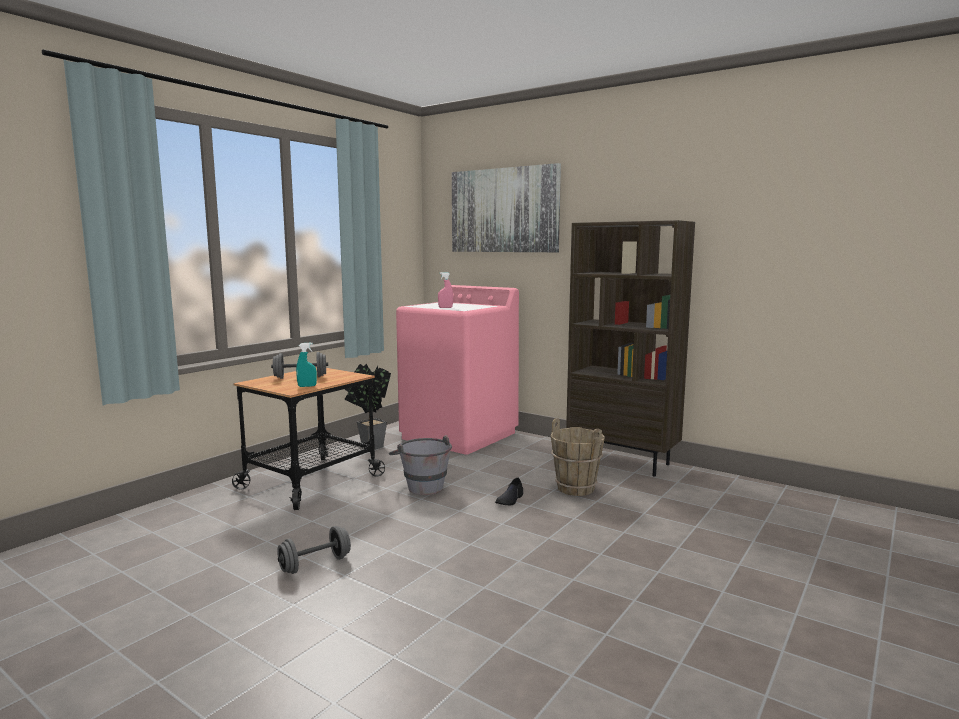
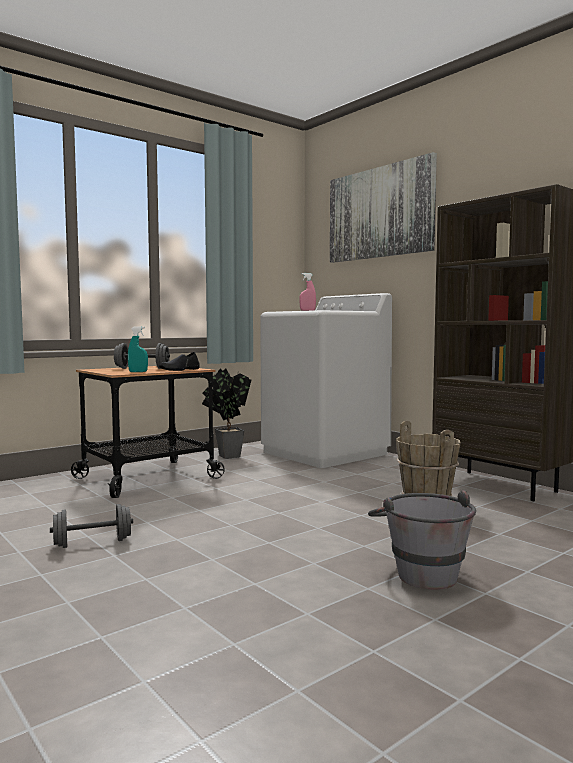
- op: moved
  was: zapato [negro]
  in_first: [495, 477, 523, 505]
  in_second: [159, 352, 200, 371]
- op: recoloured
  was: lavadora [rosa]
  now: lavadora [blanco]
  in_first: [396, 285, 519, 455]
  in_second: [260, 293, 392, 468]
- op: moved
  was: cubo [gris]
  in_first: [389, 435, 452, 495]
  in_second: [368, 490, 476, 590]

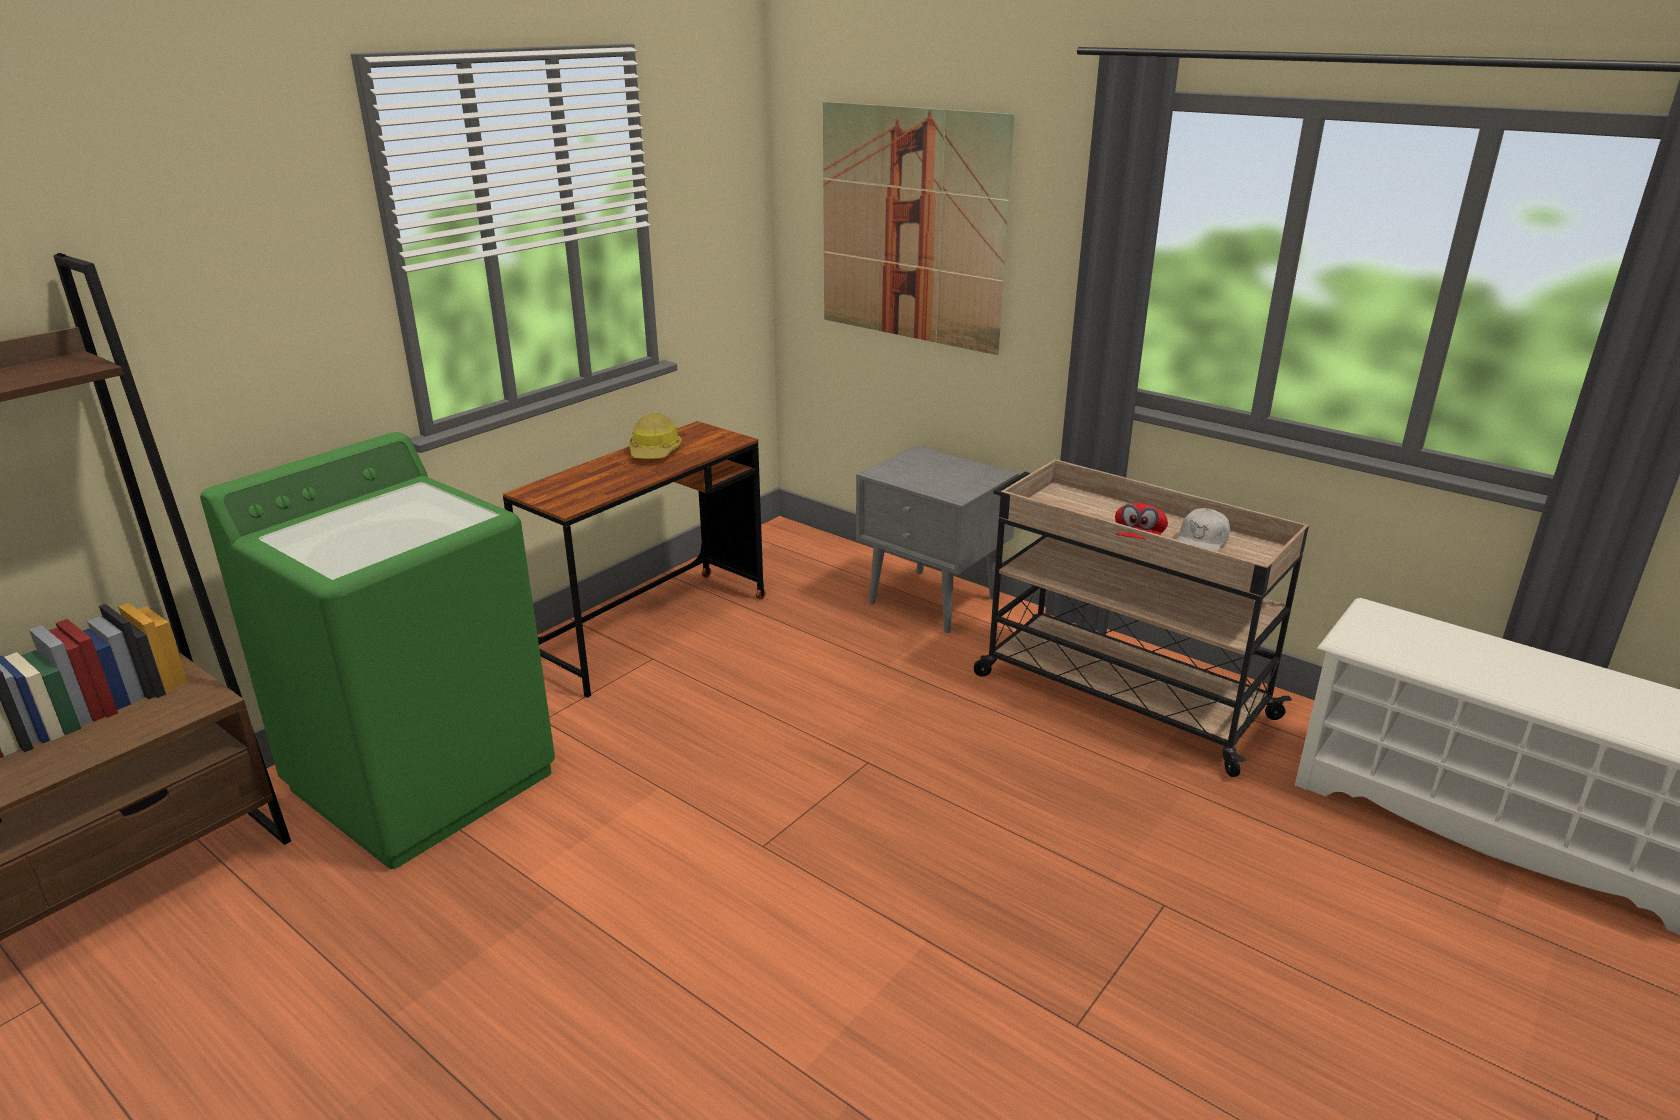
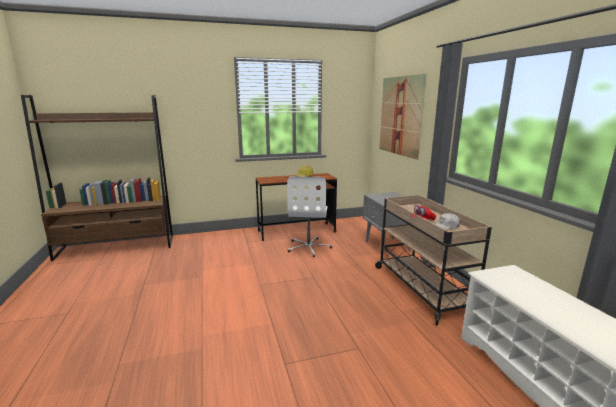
- op: added
  now: silla de oficina [blanco]
  in_second: [287, 176, 332, 257]
- op: removed
  was: lavadora [verde]
  in_first: [200, 432, 555, 869]

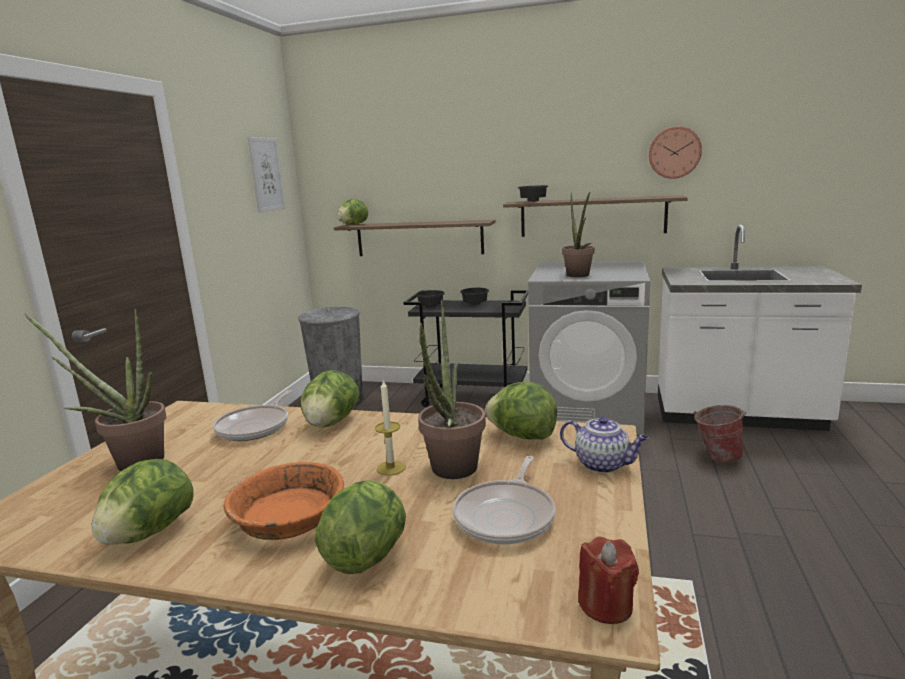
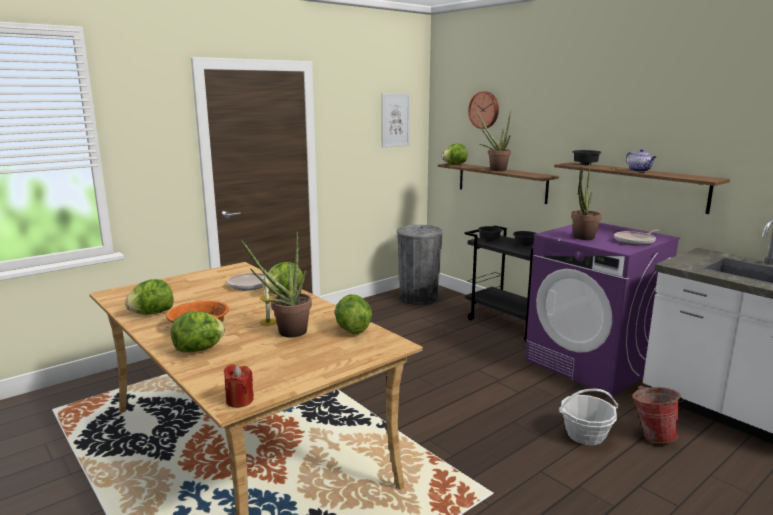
- op: moved
  was: reloj de pared
  in_first: [648, 126, 702, 179]
  in_second: [468, 91, 499, 129]
- op: moved
  was: planta en maceta
  in_first: [24, 309, 166, 471]
  in_second: [475, 109, 511, 171]
- op: recoloured
  was: lavadora [gris]
  now: lavadora [morado]
  in_first: [528, 261, 650, 435]
  in_second: [525, 222, 680, 397]
- op: added
  now: cesta
  in_second: [559, 389, 618, 445]
- op: moved
  was: sartén
  in_first: [453, 456, 556, 544]
  in_second: [614, 230, 660, 245]
- op: moved
  was: tetera
  in_first: [560, 416, 649, 473]
  in_second: [626, 149, 657, 172]

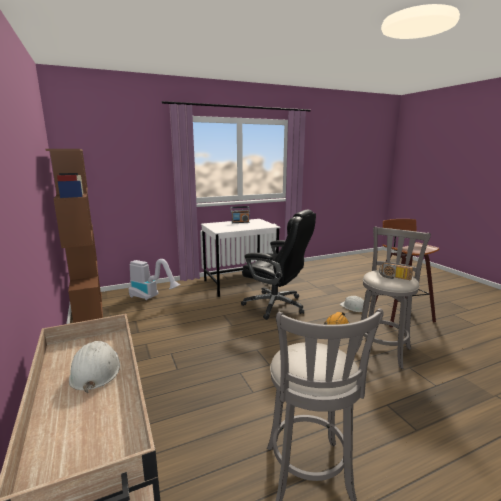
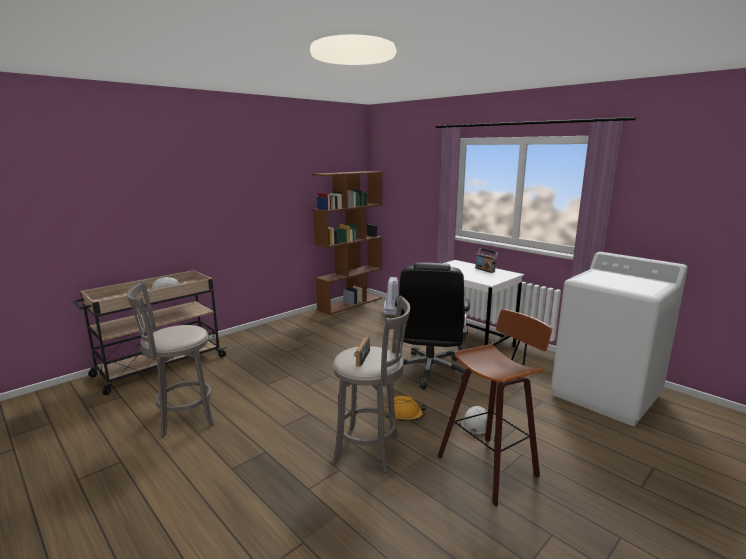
- op: added
  now: lavadora [blanco]
  in_second: [551, 252, 688, 426]

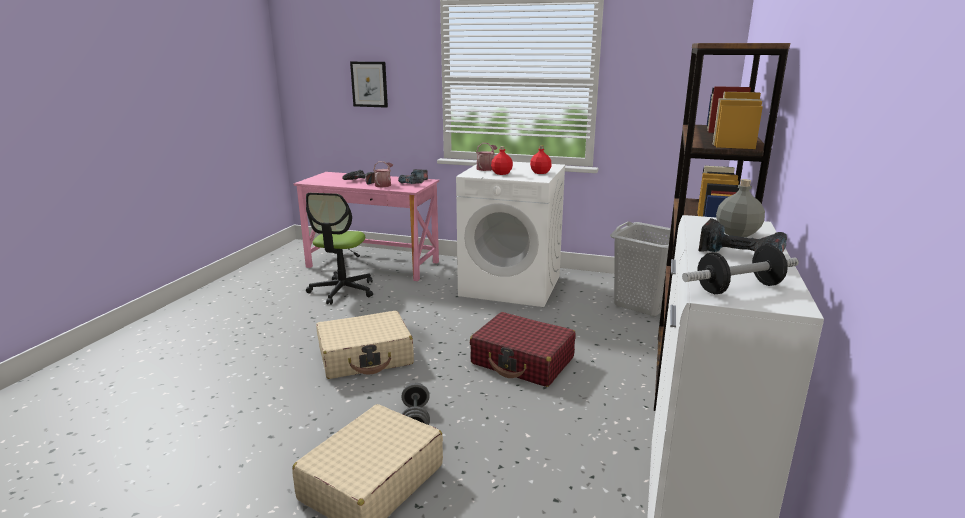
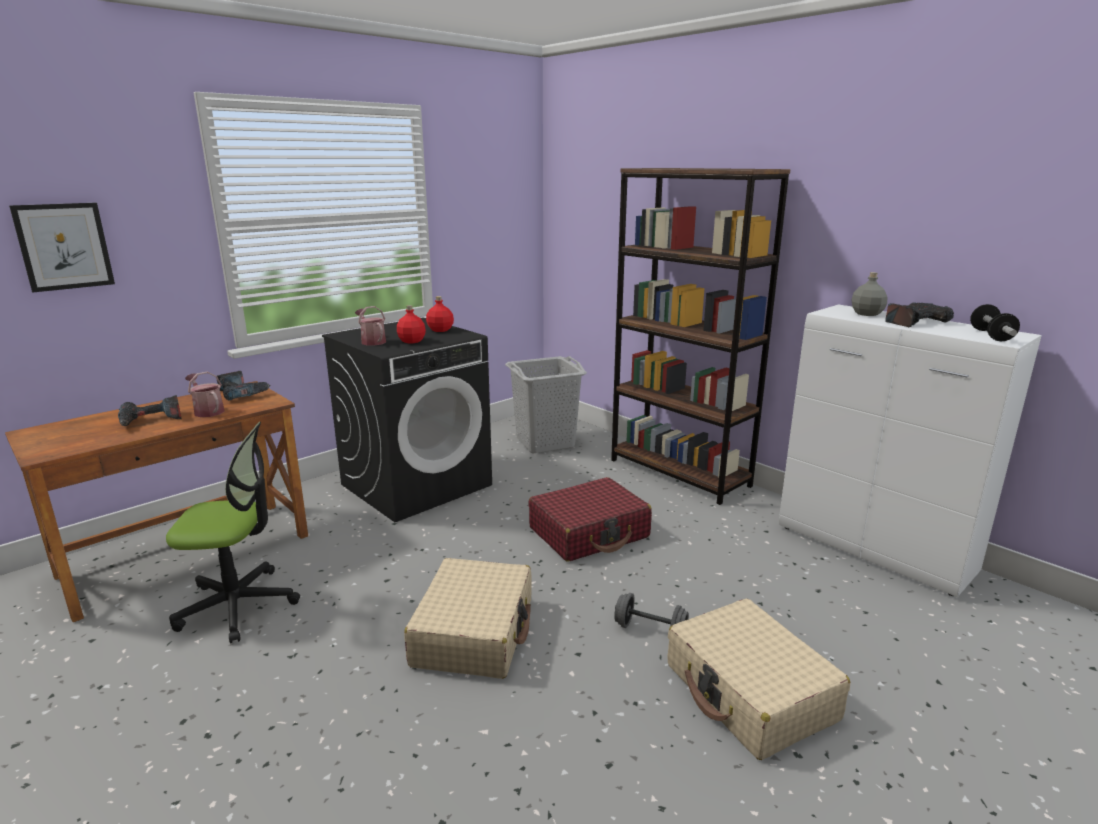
- op: recoloured
  was: escritorio [rosa]
  now: escritorio [marrón]
  in_first: [293, 172, 439, 281]
  in_second: [5, 381, 308, 622]
- op: turned
  was: silla de oficina
  in_first: [306, 193, 373, 304]
  in_second: [166, 422, 300, 643]
  clockwise: -45
- op: recoloured
  was: lavadora [blanco]
  now: lavadora [negro]
  in_first: [456, 162, 566, 307]
  in_second: [322, 317, 492, 522]

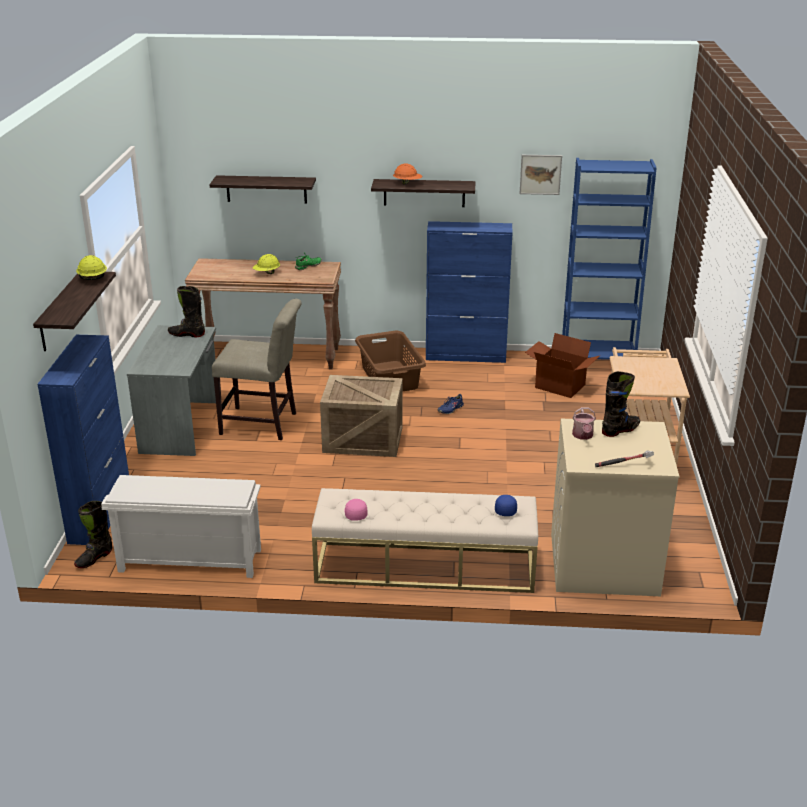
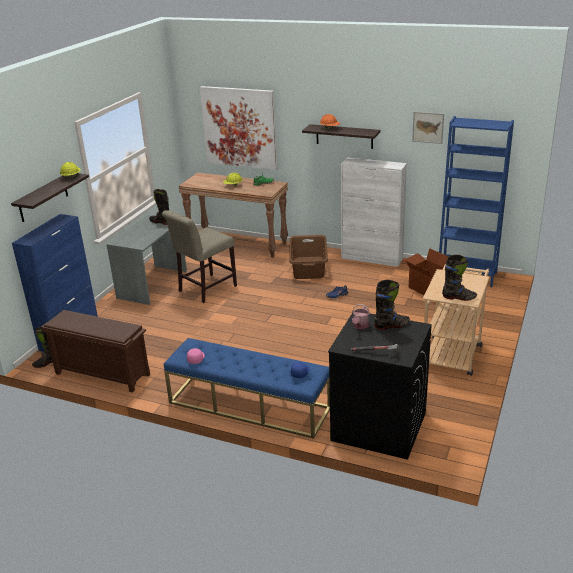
- op: recoloured
  was: zapatero [blanco]
  now: zapatero [marrón]
  in_first: [101, 475, 261, 578]
  in_second: [41, 310, 150, 393]
- op: turned
  was: silla [beis]
  in_first: [212, 299, 302, 440]
  in_second: [162, 210, 237, 303]
  clockwise: 105
- op: recoloured
  was: banco [beis]
  now: banco [azul]
  in_first: [312, 488, 538, 593]
  in_second: [164, 338, 330, 439]
- op: replaced
  was: estante
  now: cuadro
  in_first: [209, 175, 316, 204]
  in_second: [200, 86, 278, 170]
- op: recoloured
  was: lavadora [beis]
  now: lavadora [negro]
  in_first: [551, 419, 680, 596]
  in_second: [328, 313, 432, 460]
- op: recoloured
  was: armario [azul]
  now: armario [blanco]
  in_first: [426, 221, 513, 363]
  in_second: [341, 158, 407, 267]
- op: added
  now: bota [negro]
  in_second: [442, 255, 477, 301]
- op: removed
  was: caja de embalaje
  in_first: [320, 375, 402, 457]

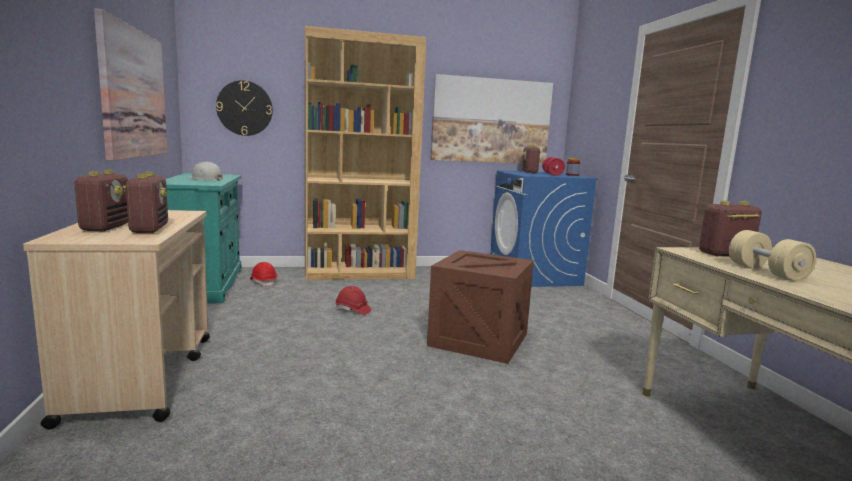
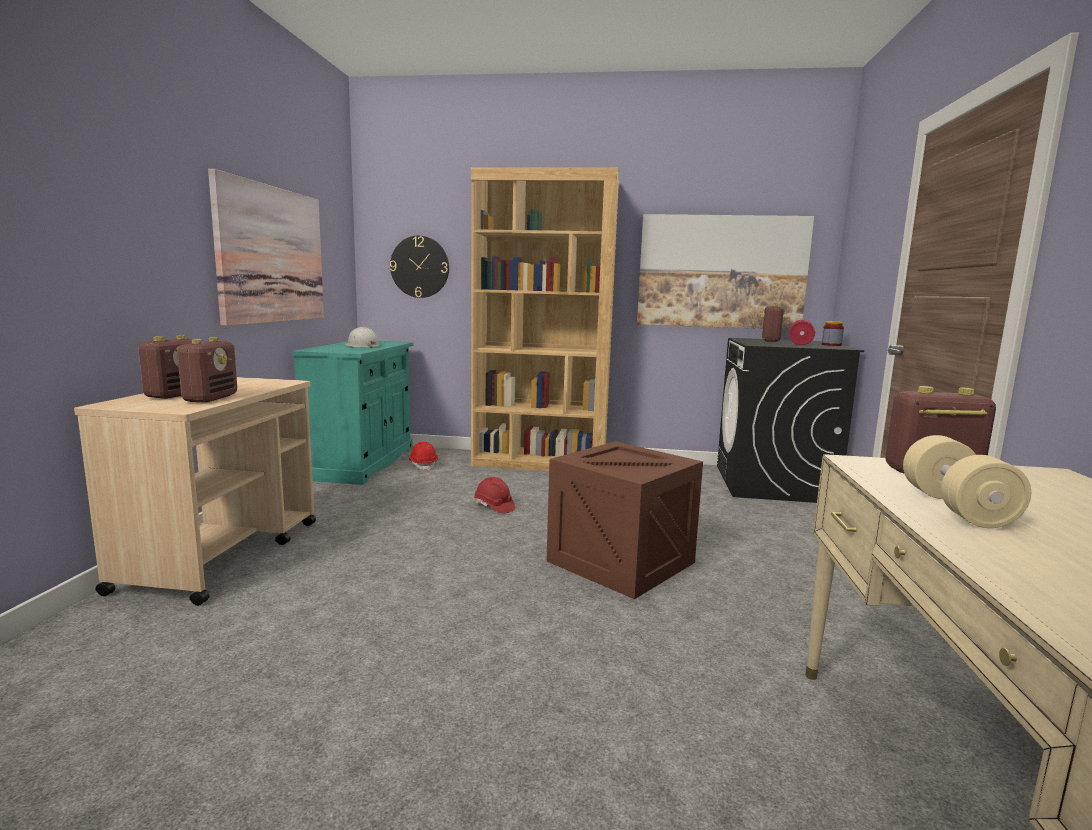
- op: recoloured
  was: lavadora [azul]
  now: lavadora [negro]
  in_first: [491, 170, 599, 287]
  in_second: [717, 338, 864, 503]

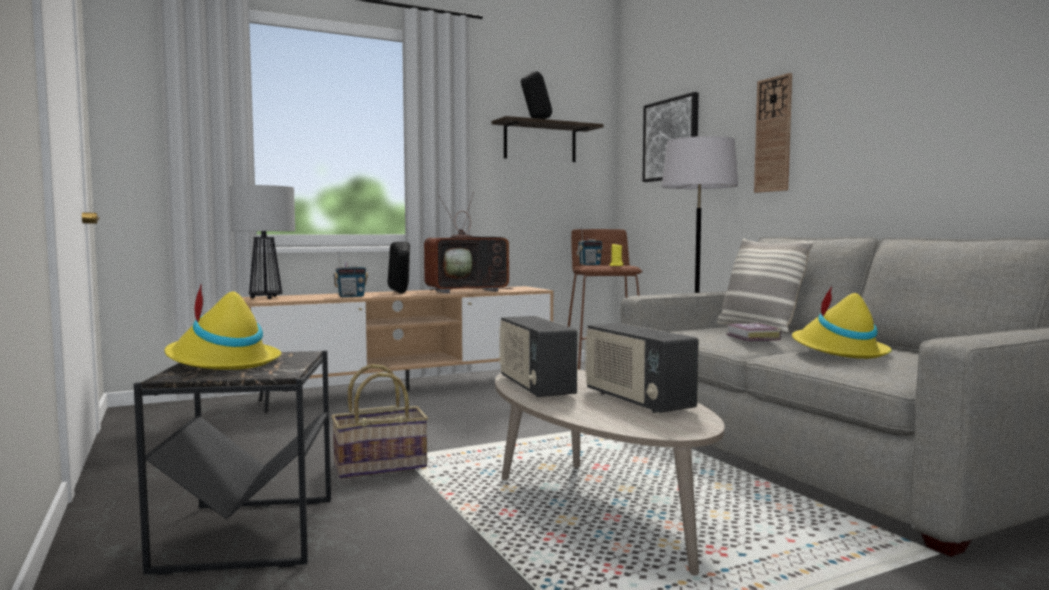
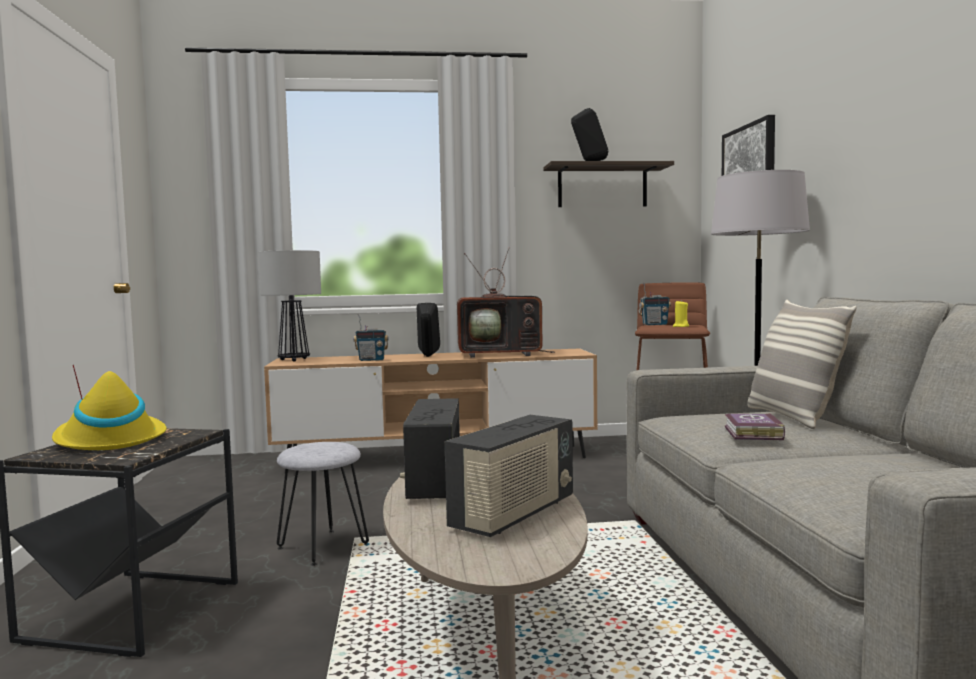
- op: replaced
  was: cesta
  now: taburete [gris]
  in_first: [331, 364, 428, 479]
  in_second: [277, 442, 369, 566]
- op: turned
  was: radio
  in_first: [585, 323, 699, 413]
  in_second: [445, 415, 573, 537]
  clockwise: -135
- op: removed
  was: reloj de pared
  in_first: [754, 73, 792, 193]
- op: removed
  was: sombrero [amarillo]
  in_first: [792, 286, 892, 359]

